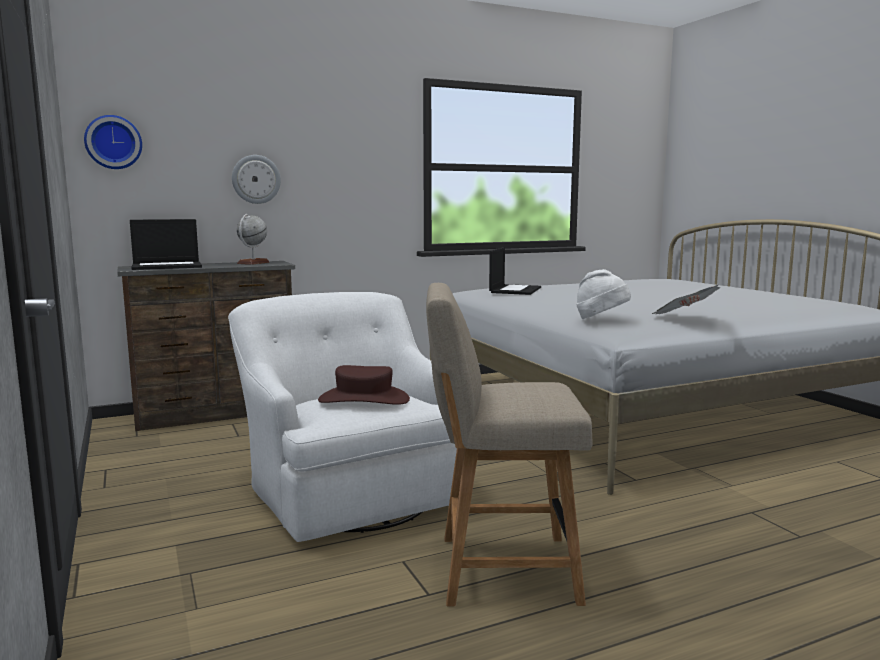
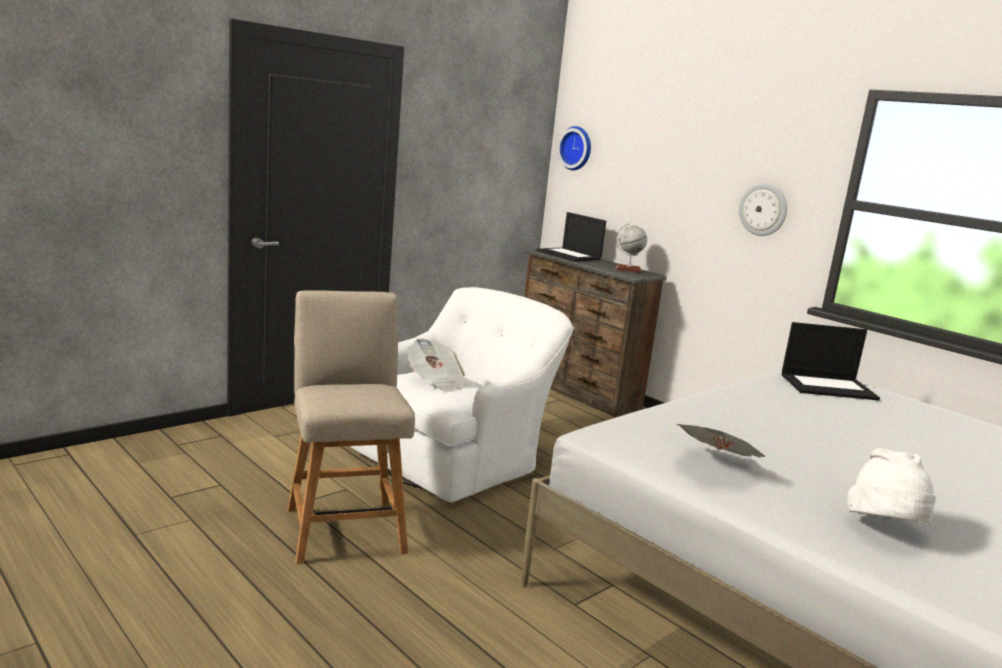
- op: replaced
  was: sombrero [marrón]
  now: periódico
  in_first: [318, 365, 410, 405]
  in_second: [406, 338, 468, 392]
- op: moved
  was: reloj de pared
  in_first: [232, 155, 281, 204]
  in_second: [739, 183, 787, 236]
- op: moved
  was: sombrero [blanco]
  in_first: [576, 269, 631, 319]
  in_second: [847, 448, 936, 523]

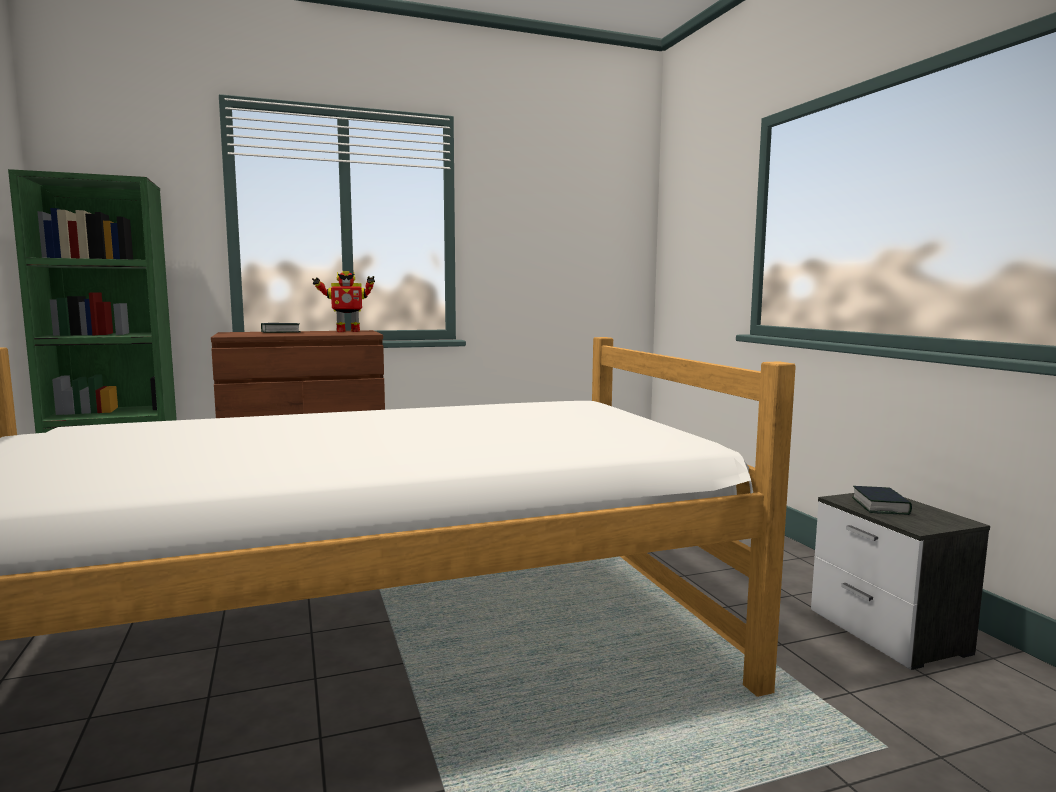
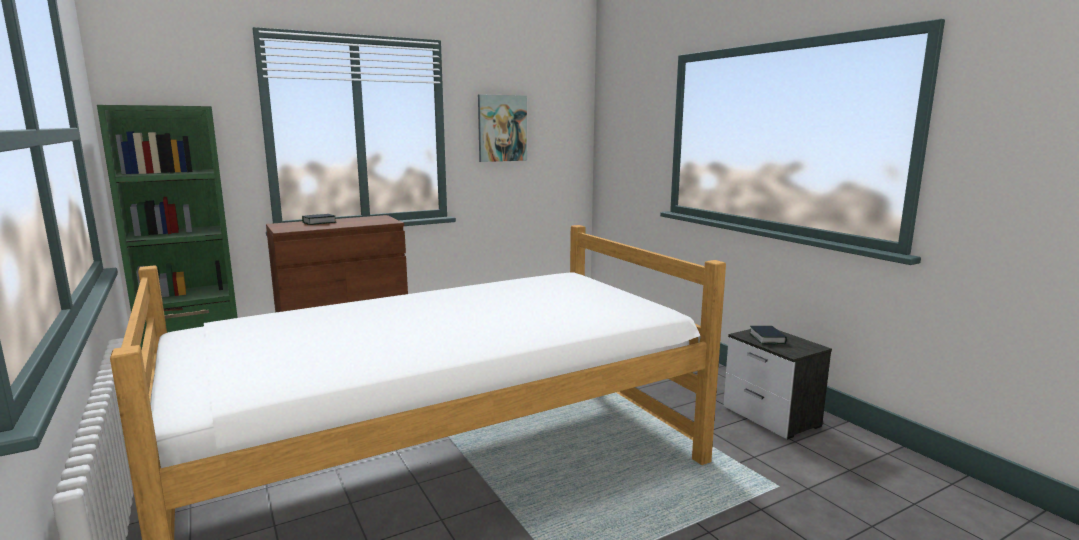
- op: added
  now: cuadro
  in_second: [478, 94, 527, 162]
- op: removed
  was: robot de juguete
  in_first: [312, 271, 375, 332]

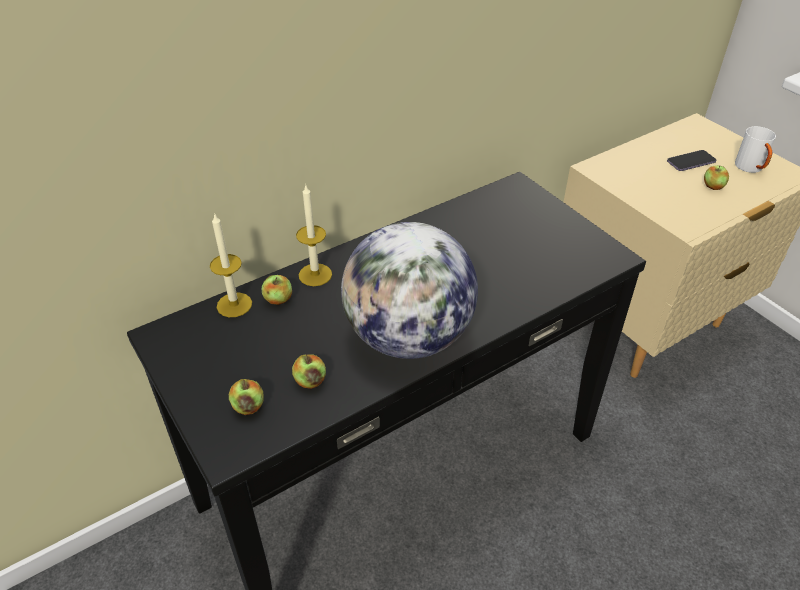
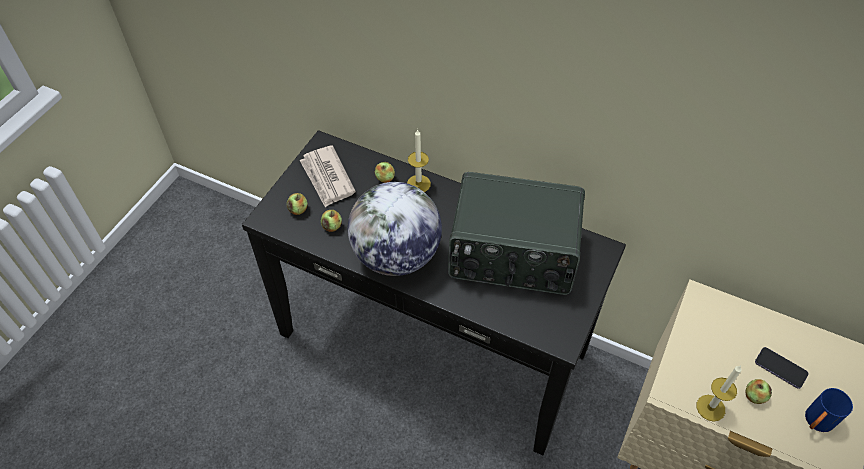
- op: added
  now: periódico
  in_second: [300, 145, 356, 207]
- op: added
  now: radio
  in_second: [448, 172, 585, 295]
- op: moved
  was: vela
  in_first: [210, 213, 252, 317]
  in_second: [697, 366, 742, 422]
- op: recoloured
  was: taza grande [blanco]
  now: taza grande [azul]
  in_first: [735, 126, 776, 173]
  in_second: [805, 388, 853, 432]

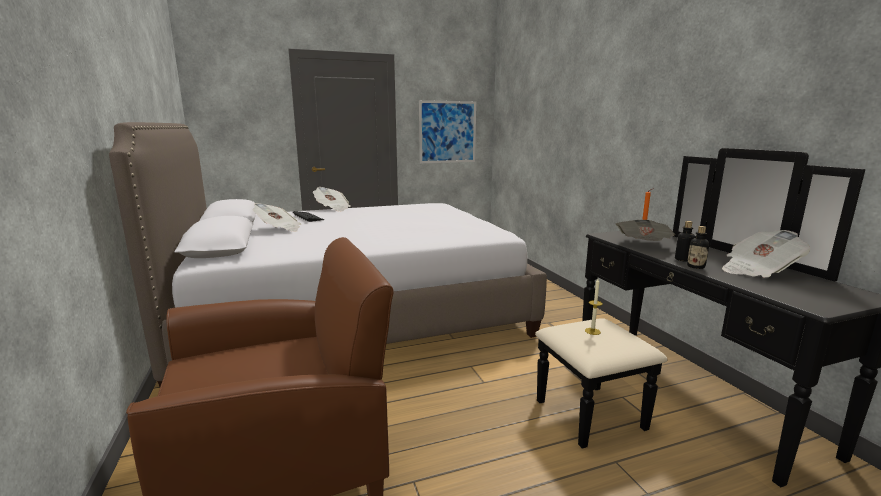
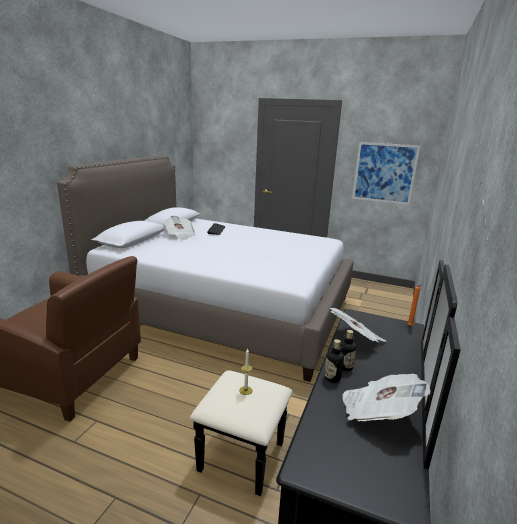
- op: removed
  was: periódico
  in_first: [313, 187, 351, 212]

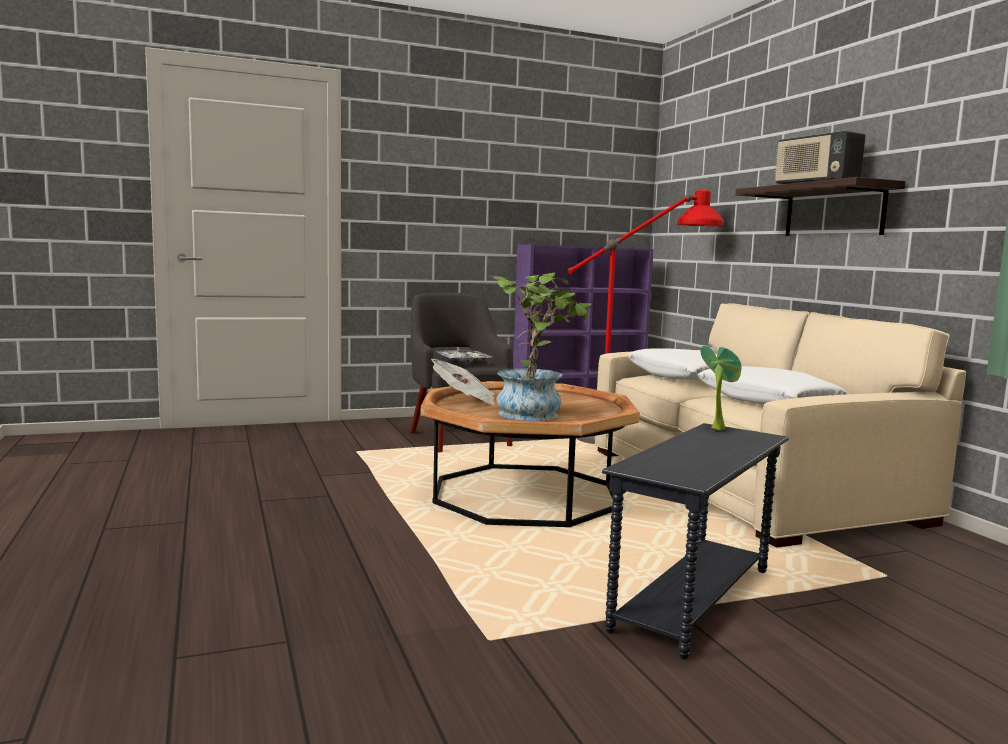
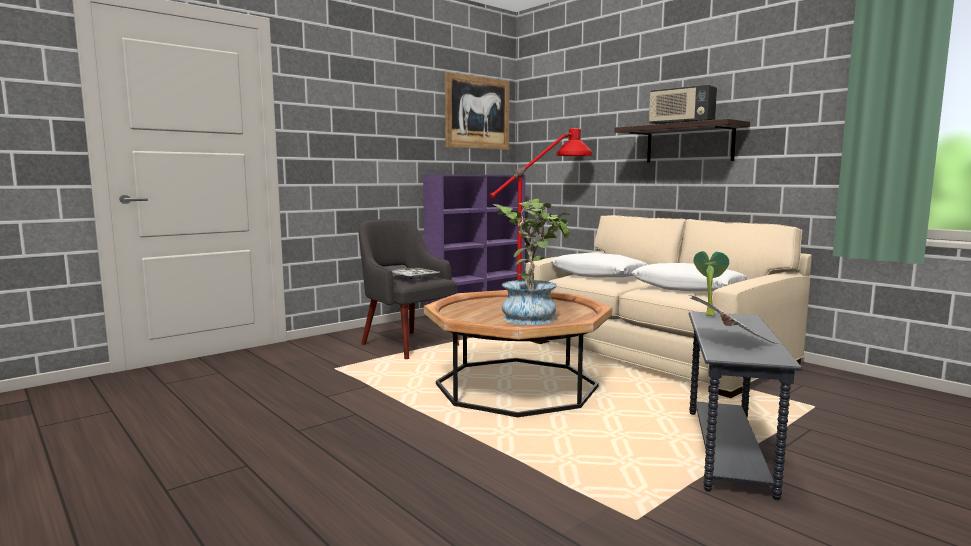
- op: added
  now: cuadro
  in_second: [445, 72, 510, 150]
- op: moved
  was: periódico
  in_first: [431, 359, 495, 405]
  in_second: [689, 295, 777, 344]

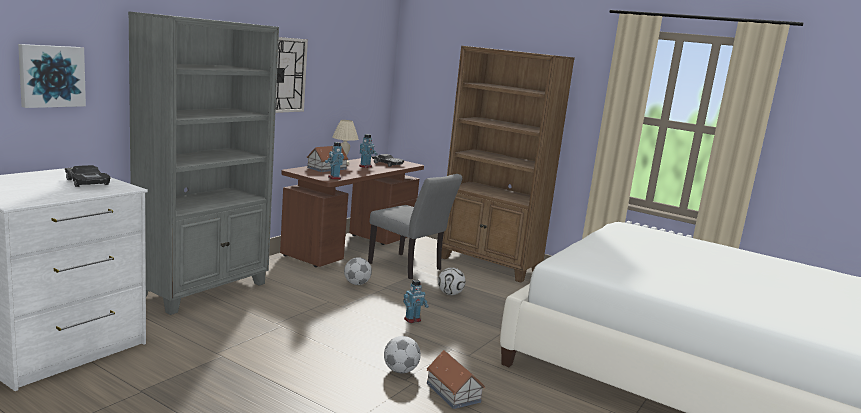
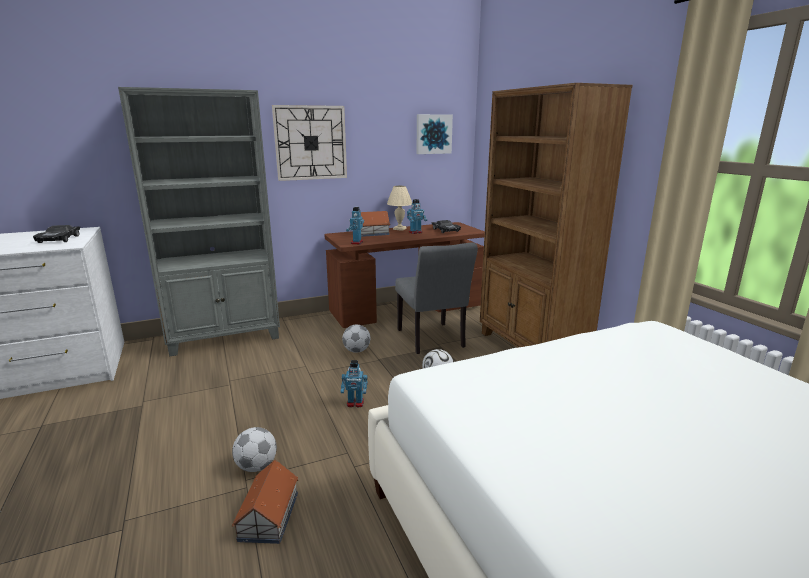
- op: moved
  was: cuadro
  in_first: [18, 44, 86, 108]
  in_second: [417, 114, 453, 154]

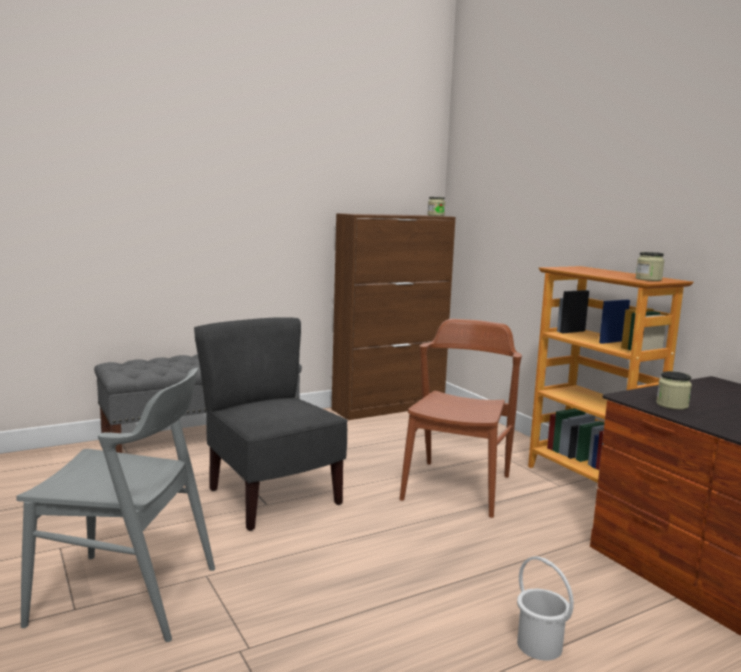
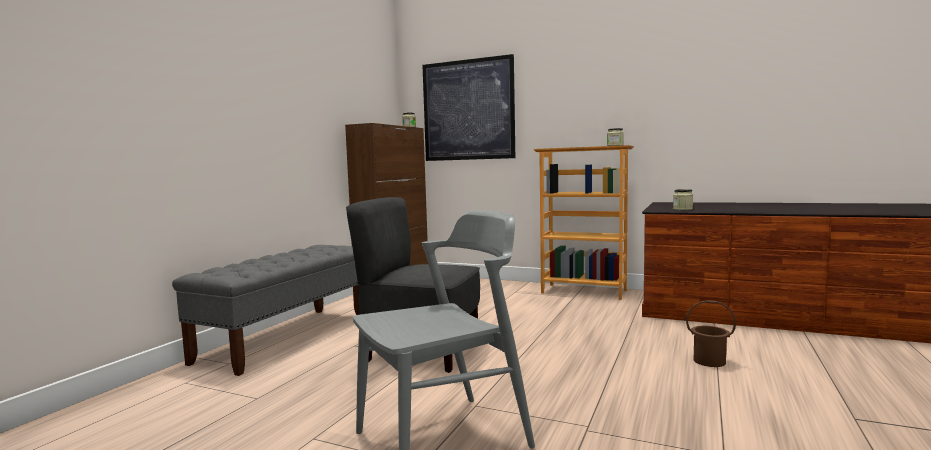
- op: added
  now: cuadro
  in_second: [422, 54, 515, 161]
- op: recoloured
  was: cubo [blanco]
  now: cubo [marrón]
  in_first: [517, 556, 574, 661]
  in_second: [686, 300, 736, 367]
- op: removed
  was: silla [marrón]
  in_first: [400, 319, 522, 518]

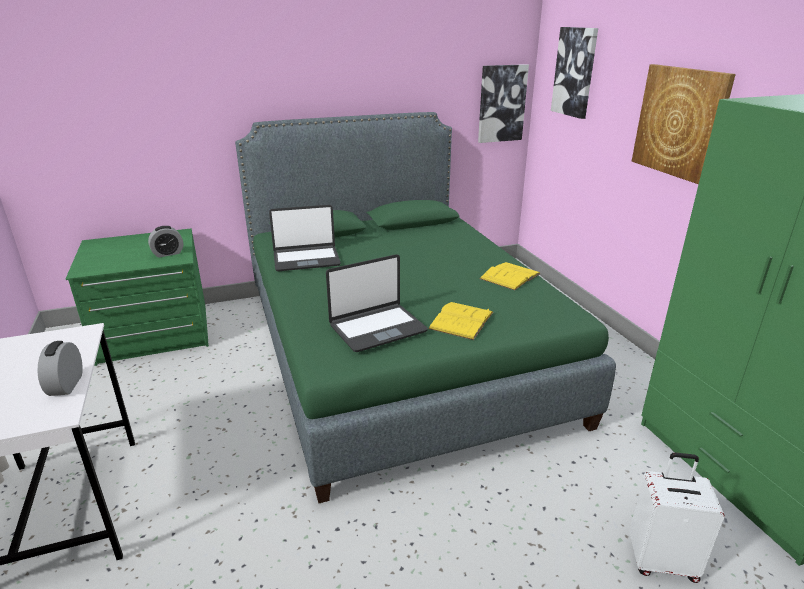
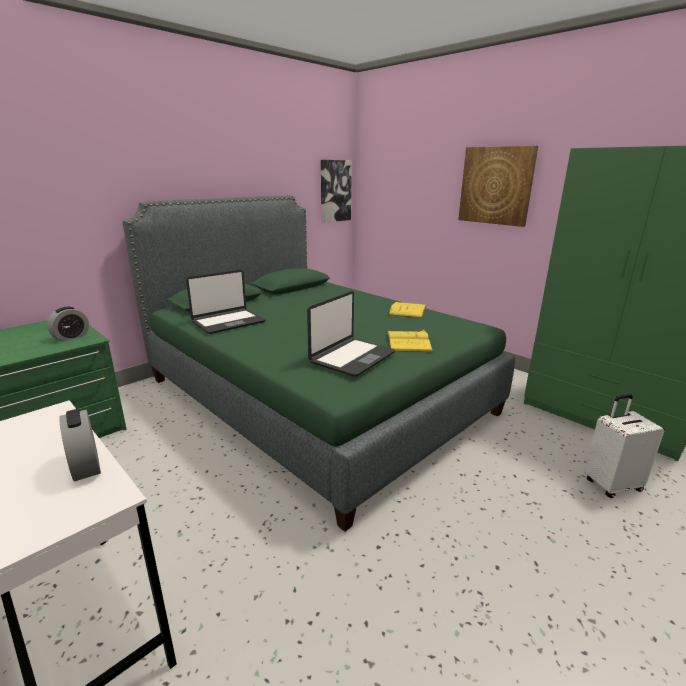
- op: removed
  was: cuadro
  in_first: [551, 27, 598, 119]

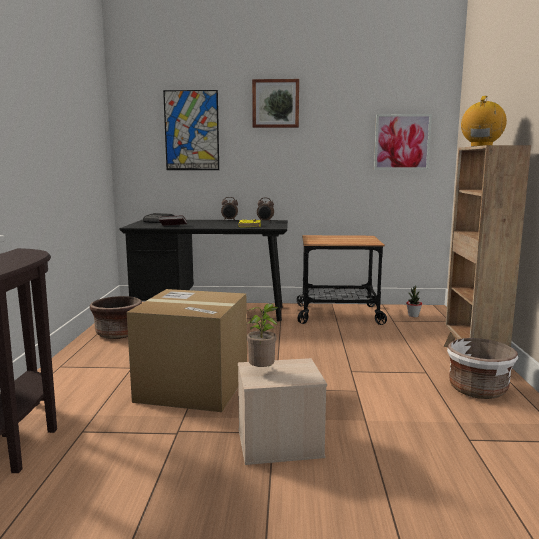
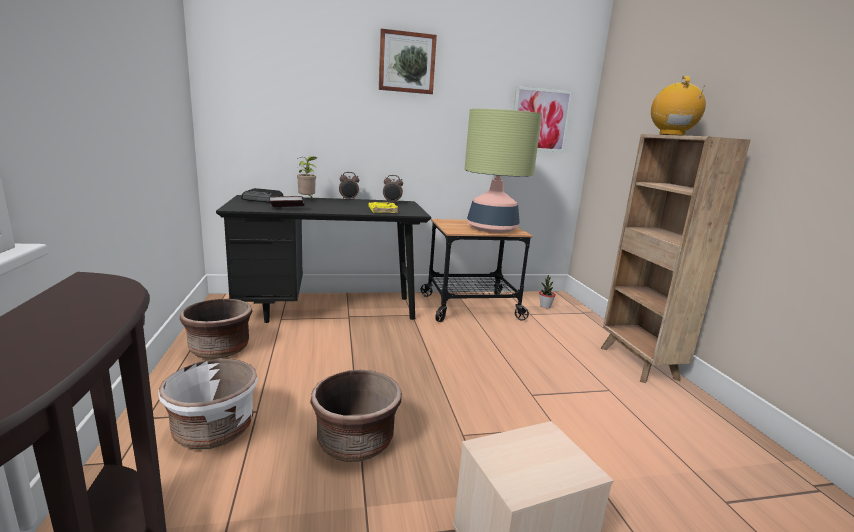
- op: moved
  was: maceta [blanco]
  in_first: [447, 338, 518, 399]
  in_second: [158, 359, 258, 450]
- op: moved
  was: planta en maceta
  in_first: [247, 303, 279, 367]
  in_second: [296, 156, 317, 197]
- op: replaced
  was: caja de cartón
  now: maceta [marrón]
  in_first: [127, 289, 247, 412]
  in_second: [310, 370, 402, 462]
- op: added
  now: lámpara de mesa
  in_second: [464, 109, 542, 233]
- op: removed
  was: cuadro
  in_first: [163, 90, 219, 170]

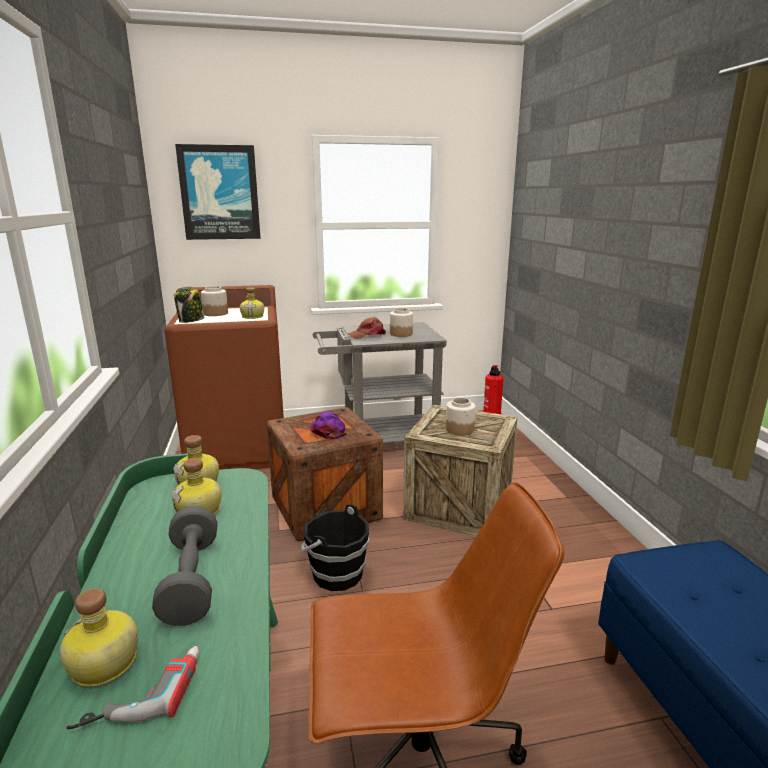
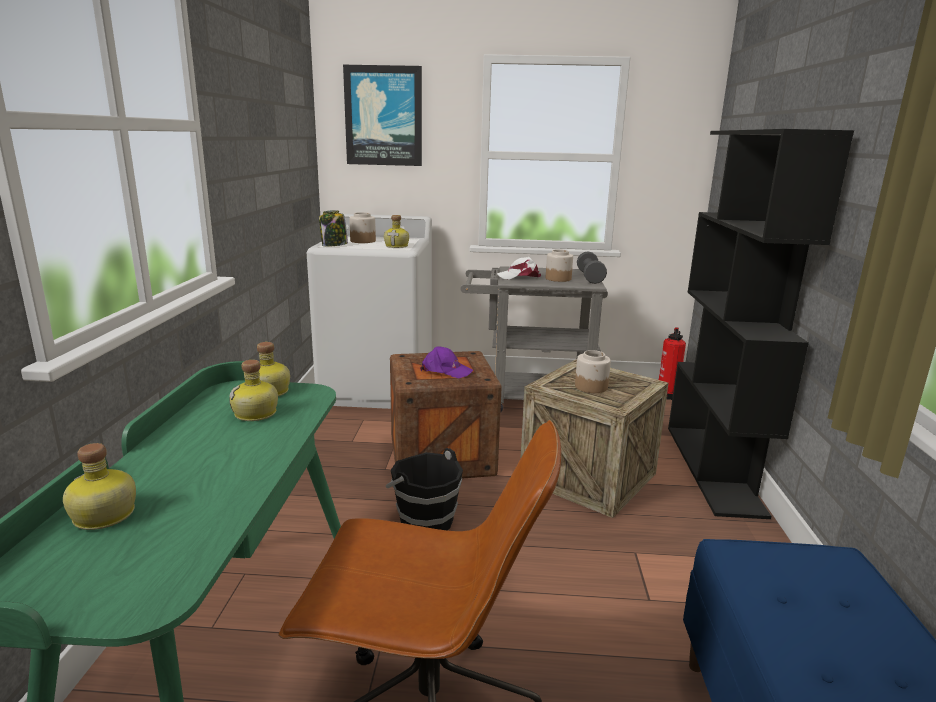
- op: recoloured
  was: lavadora [marrón]
  now: lavadora [blanco]
  in_first: [165, 285, 284, 470]
  in_second: [307, 214, 432, 409]
- op: turned
  was: gorra [morado]
  in_first: [310, 412, 347, 440]
  in_second: [420, 346, 473, 378]
  clockwise: 120
- op: recoloured
  was: gorra [marrón]
  now: gorra [blanco]
  in_first: [348, 317, 386, 339]
  in_second: [497, 257, 541, 279]
- op: moved
  was: mancuerna [gris]
  in_first: [152, 506, 218, 626]
  in_second: [577, 252, 607, 284]
- op: added
  now: estantería [negro]
  in_second: [668, 129, 854, 519]
- op: removed
  was: taladro
  in_first: [66, 646, 199, 729]

